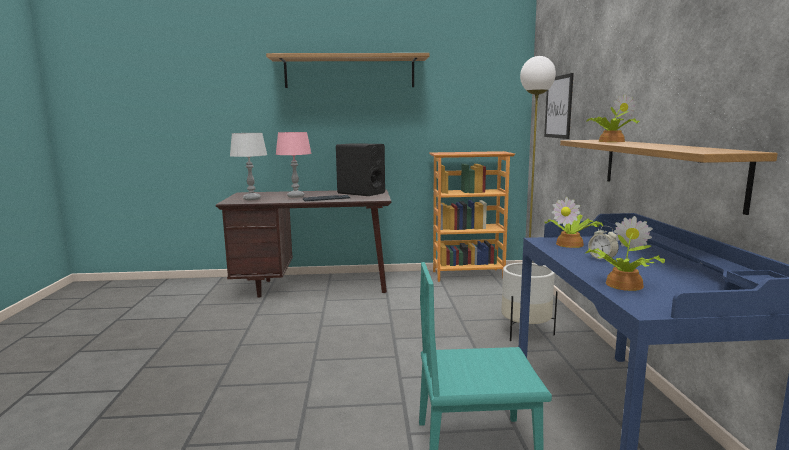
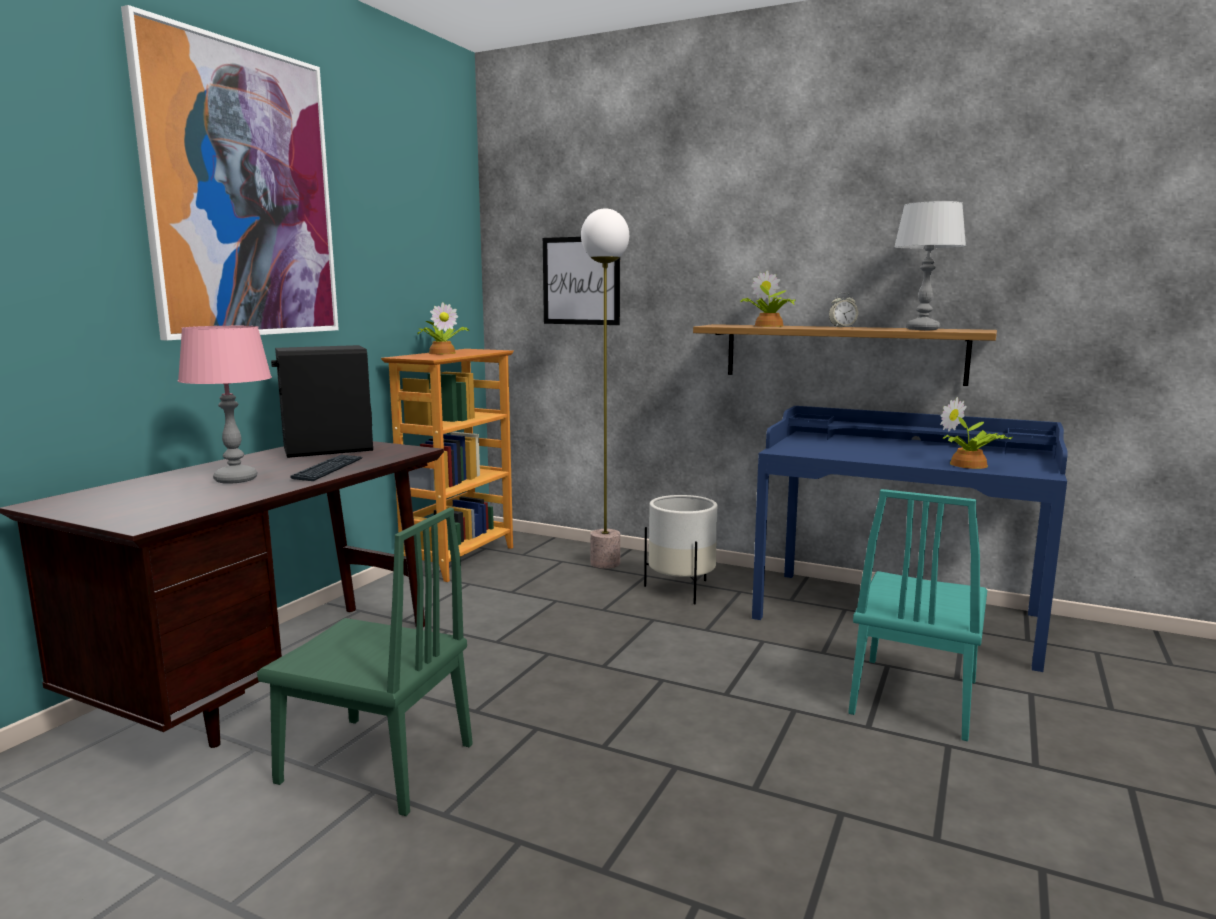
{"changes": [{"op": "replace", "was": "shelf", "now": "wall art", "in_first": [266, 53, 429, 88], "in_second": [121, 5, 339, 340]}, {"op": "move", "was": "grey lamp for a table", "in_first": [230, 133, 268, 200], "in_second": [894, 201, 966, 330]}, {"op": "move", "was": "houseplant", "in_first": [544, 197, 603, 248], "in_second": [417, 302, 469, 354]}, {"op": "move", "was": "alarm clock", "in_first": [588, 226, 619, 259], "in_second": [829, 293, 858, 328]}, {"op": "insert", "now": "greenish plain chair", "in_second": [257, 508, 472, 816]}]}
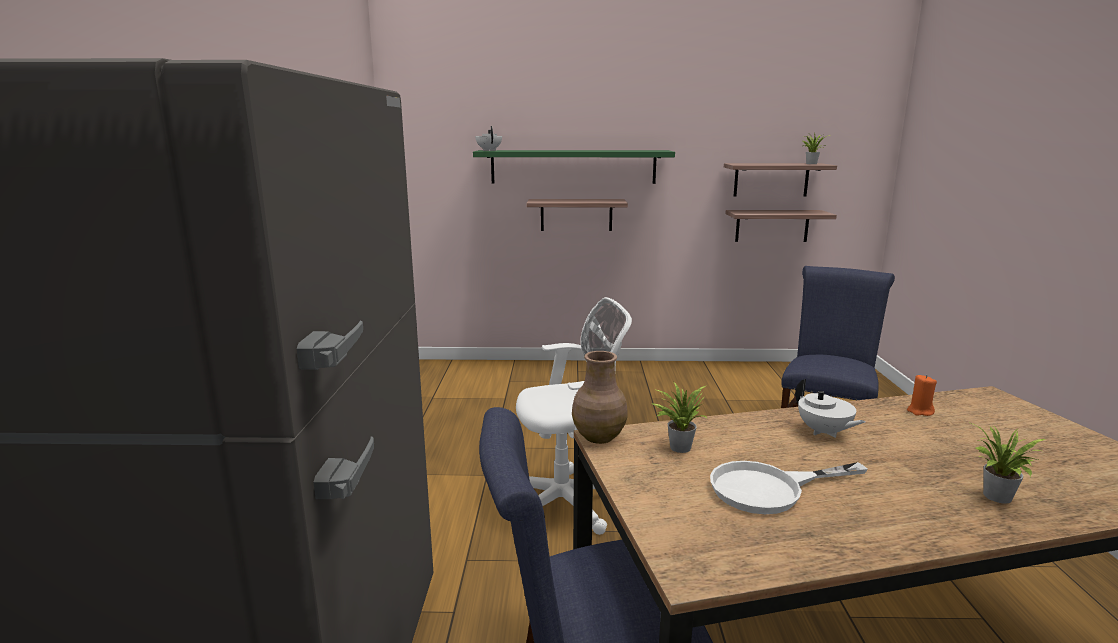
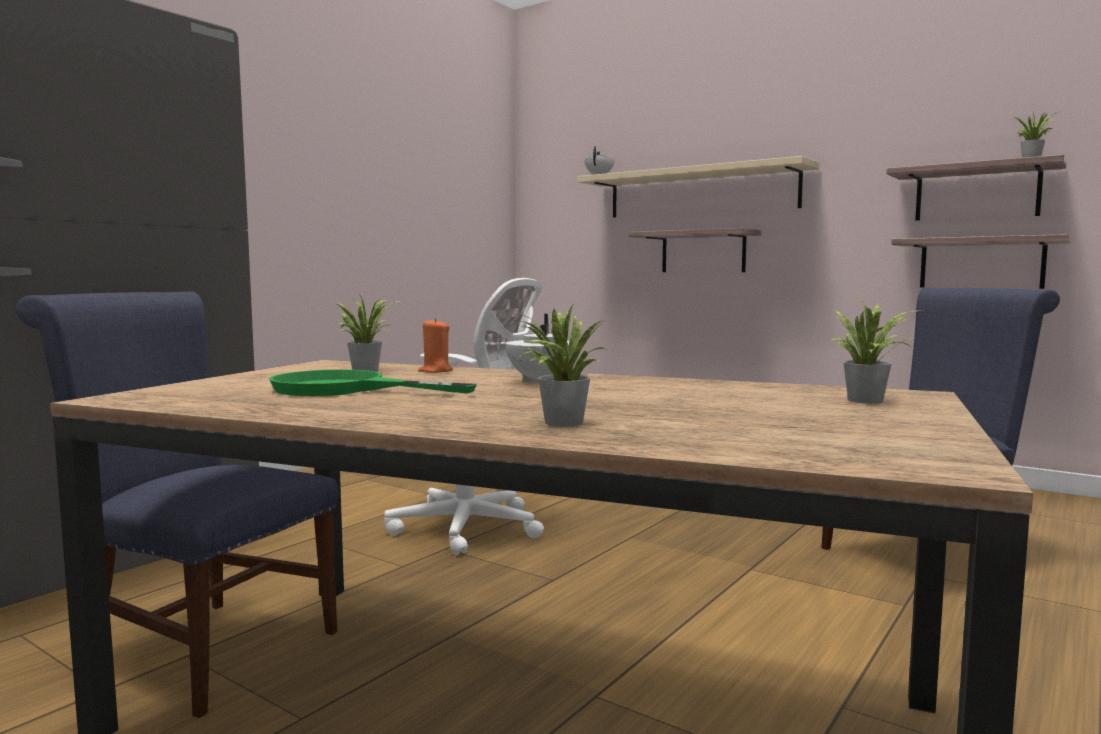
{"changes": [{"op": "recolor", "was": "greenish shelf", "now": "sand-coloured shelf", "in_first": [473, 150, 675, 184], "in_second": [577, 156, 820, 218]}, {"op": "delete", "was": "brownish vase", "in_first": [572, 351, 628, 444]}, {"op": "move", "was": "orange-coloured wax light", "in_first": [907, 375, 937, 416], "in_second": [418, 318, 453, 373]}, {"op": "recolor", "was": "white-coloured skillet", "now": "greenish skillet", "in_first": [710, 461, 868, 514], "in_second": [269, 369, 477, 396]}, {"op": "insert", "now": "houseplant", "in_second": [830, 300, 914, 404]}]}
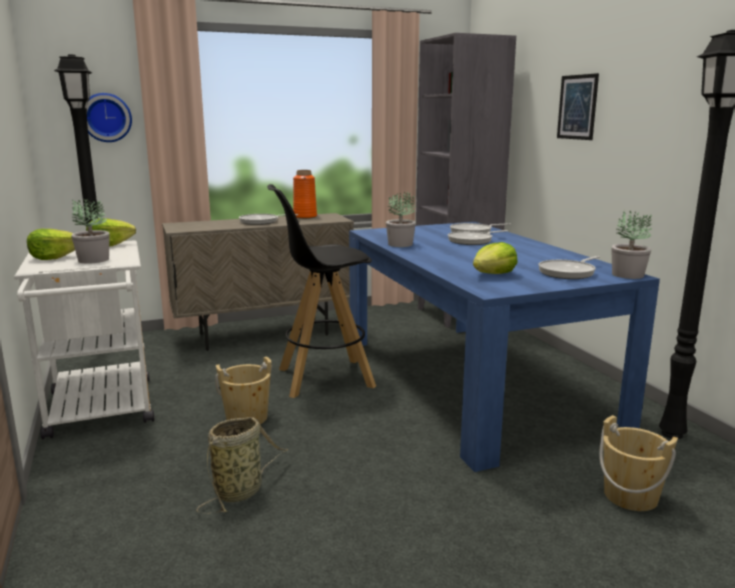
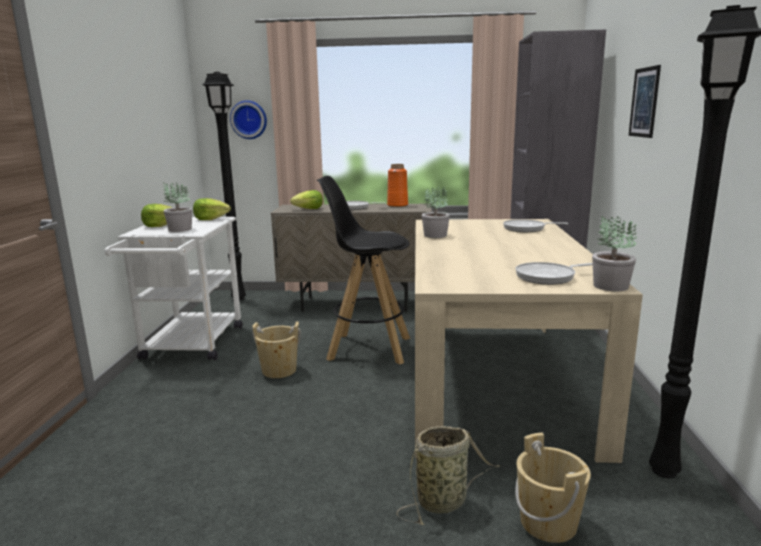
{"changes": [{"op": "recolor", "was": "bluish kitchen table", "now": "sand-coloured kitchen table", "in_first": [349, 222, 660, 472], "in_second": [415, 219, 643, 463]}, {"op": "delete", "was": "skillet", "in_first": [448, 230, 508, 245]}, {"op": "move", "was": "head of lettuce", "in_first": [473, 242, 517, 274], "in_second": [290, 190, 323, 209]}, {"op": "move", "was": "storage basket", "in_first": [196, 417, 289, 514], "in_second": [396, 426, 501, 525]}]}
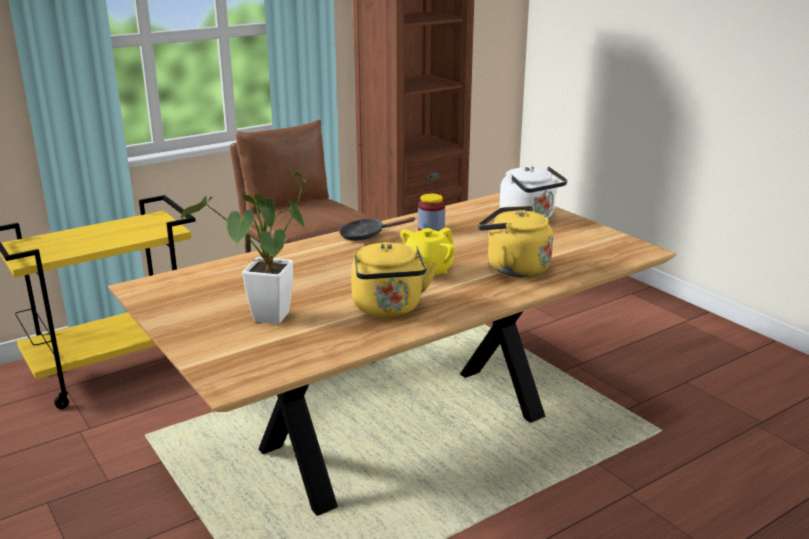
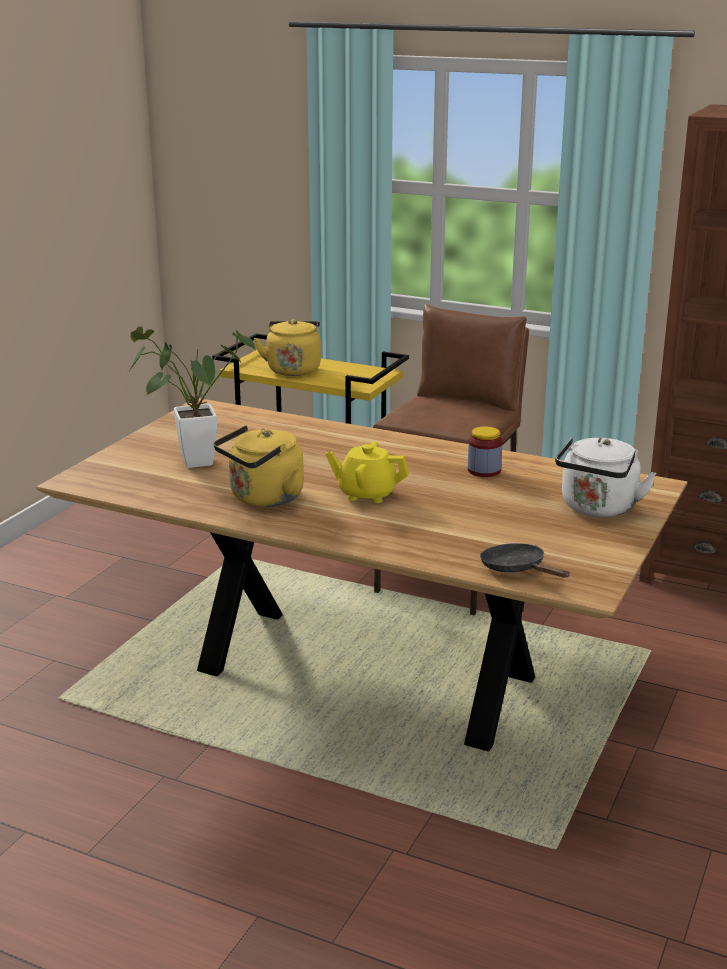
{"changes": [{"op": "move", "was": "yellow-coloured water kettle", "in_first": [478, 206, 553, 277], "in_second": [254, 319, 321, 376]}, {"op": "move", "was": "black-coloured skillet", "in_first": [339, 217, 416, 241], "in_second": [480, 543, 570, 578]}]}
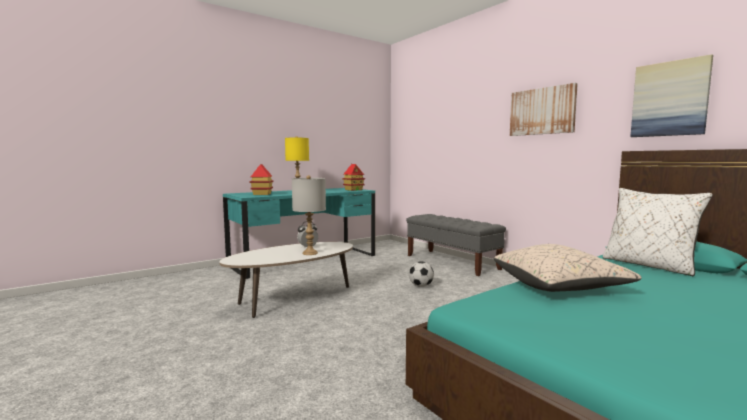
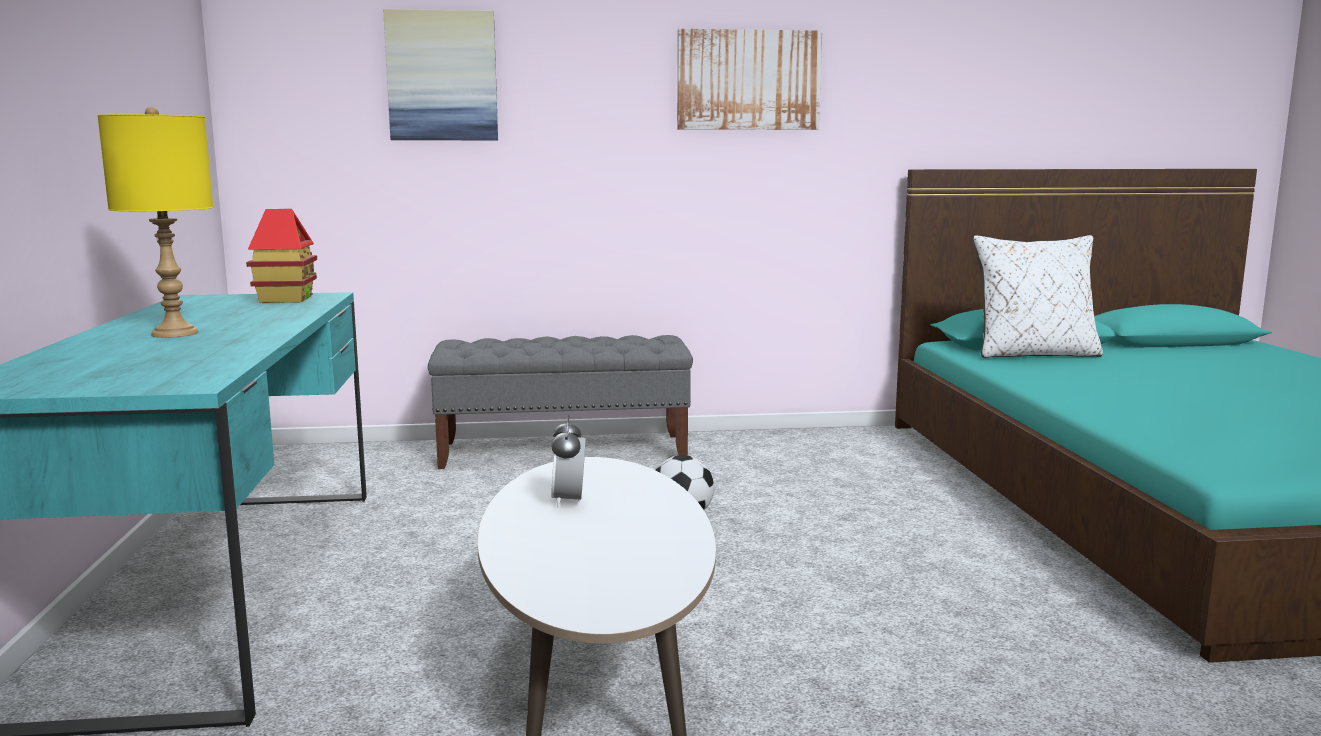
{"changes": [{"op": "move", "was": "wall art", "in_first": [630, 54, 713, 137], "in_second": [383, 9, 498, 140]}, {"op": "delete", "was": "toy house", "in_first": [249, 164, 274, 195]}, {"op": "delete", "was": "grey lamp for a table", "in_first": [292, 175, 326, 255]}, {"op": "delete", "was": "sand-coloured throw pillow", "in_first": [494, 244, 642, 292]}]}
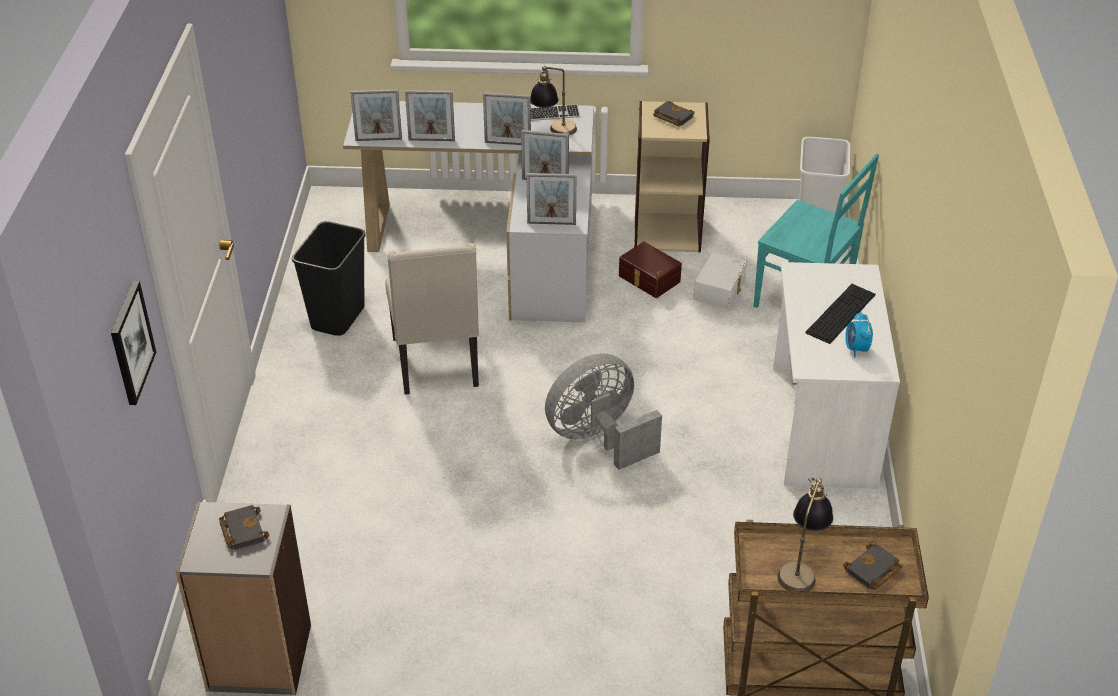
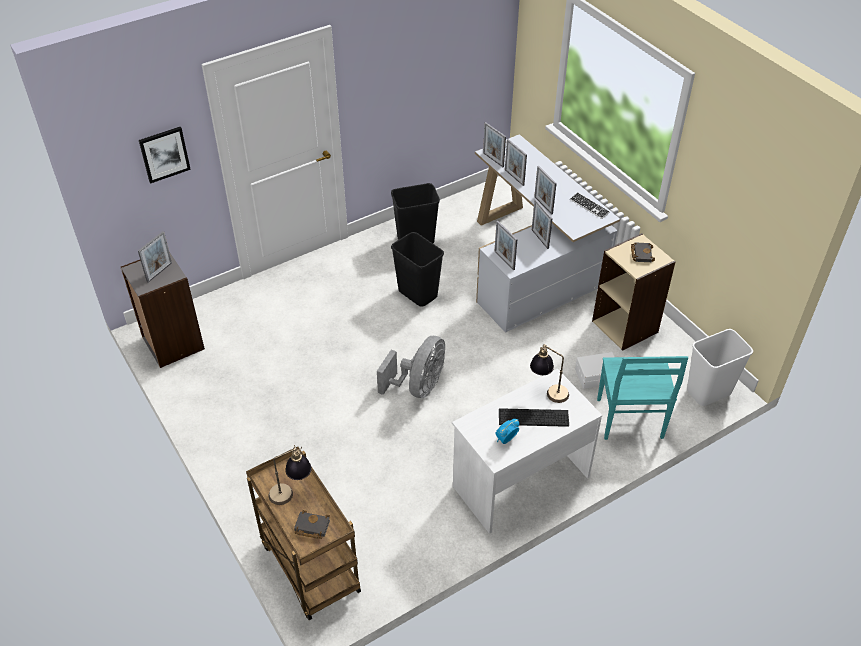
{"changes": [{"op": "move", "was": "lamp for a table", "in_first": [531, 66, 577, 135], "in_second": [530, 344, 569, 403]}, {"op": "delete", "was": "brownish storage box", "in_first": [619, 242, 682, 298]}, {"op": "replace", "was": "sand-coloured plain chair", "now": "black-coloured trash can", "in_first": [385, 243, 479, 395], "in_second": [391, 232, 444, 307]}, {"op": "rotate", "was": "grey cooling fan", "in_first": [545, 353, 662, 470], "in_second": [377, 336, 445, 398], "clockwise": 90}, {"op": "replace", "was": "black-coloured book", "now": "standing frame", "in_first": [219, 505, 269, 550], "in_second": [138, 231, 172, 283]}]}
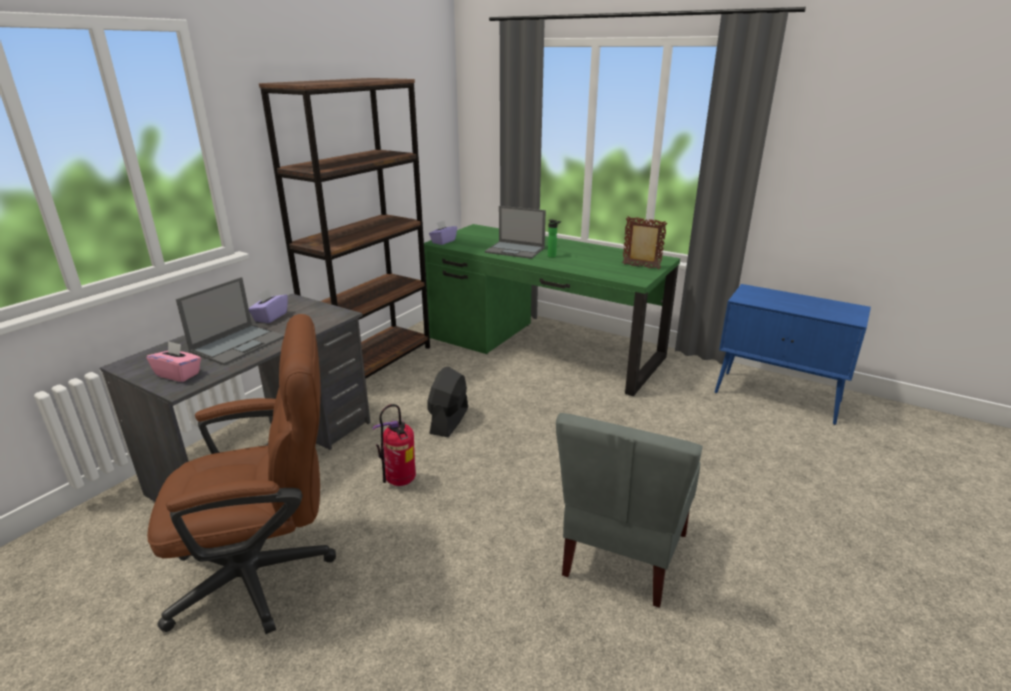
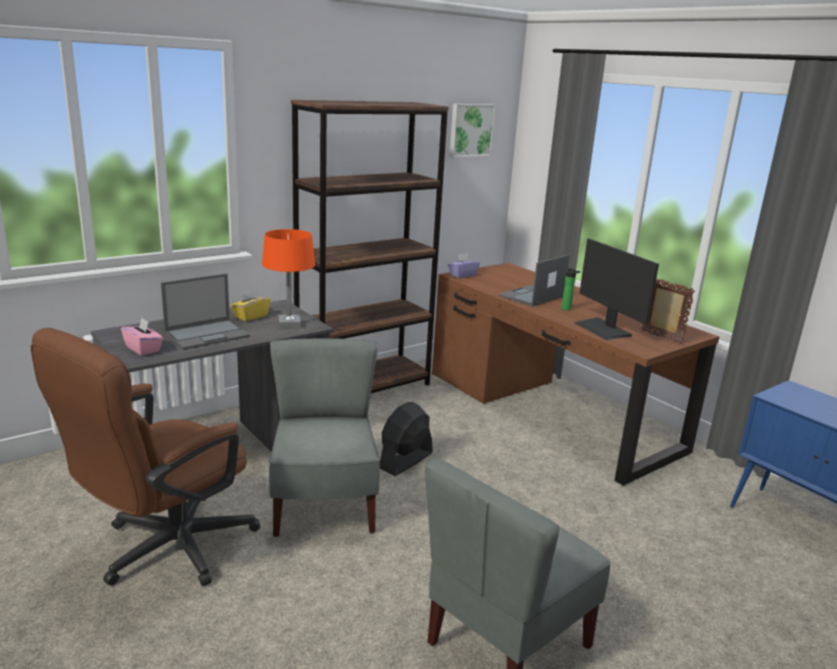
{"changes": [{"op": "rotate", "was": "notebook computer", "in_first": [485, 206, 546, 259], "in_second": [499, 254, 570, 307], "clockwise": 90}, {"op": "recolor", "was": "greenish desk unit", "now": "brownish desk unit", "in_first": [424, 224, 680, 396], "in_second": [432, 263, 719, 486]}, {"op": "recolor", "was": "purple-coloured tissue box", "now": "yellow-coloured tissue box", "in_first": [249, 288, 288, 323], "in_second": [231, 289, 271, 322]}, {"op": "rotate", "was": "brownish computer chair", "in_first": [147, 314, 336, 634], "in_second": [31, 328, 260, 586], "clockwise": 120}, {"op": "replace", "was": "fire extinguisher", "now": "grey plain chair", "in_first": [372, 404, 416, 486], "in_second": [269, 339, 380, 537]}, {"op": "insert", "now": "wall art", "in_second": [449, 104, 495, 158]}, {"op": "insert", "now": "orange-coloured lamp for a table", "in_second": [262, 229, 315, 329]}, {"op": "insert", "now": "computer display", "in_second": [573, 239, 659, 340]}]}
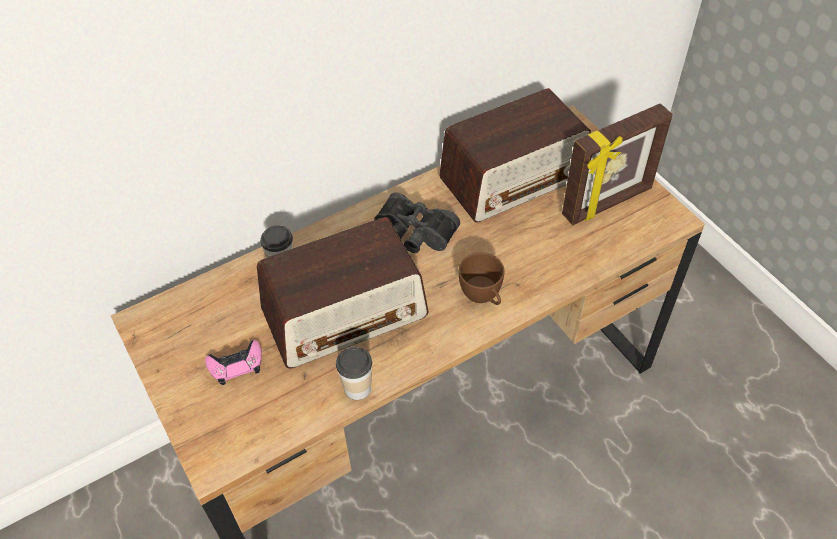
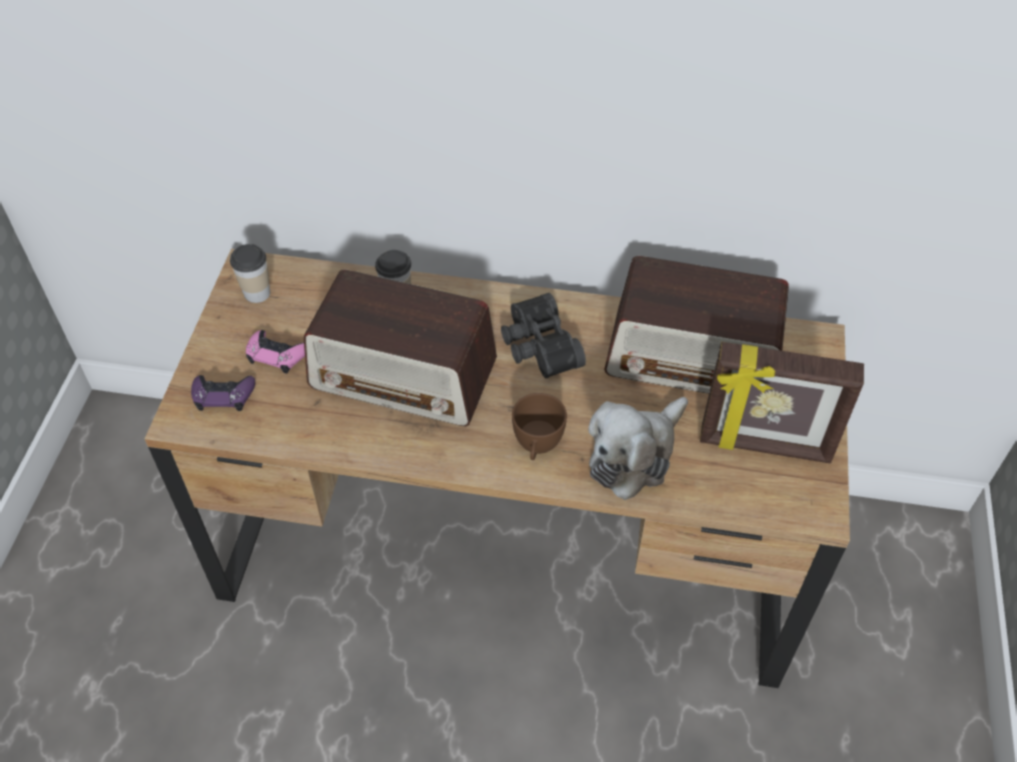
{"changes": [{"op": "move", "was": "cup", "in_first": [336, 347, 372, 400], "in_second": [230, 244, 270, 303]}, {"op": "insert", "now": "purple-coloured game controller", "in_second": [191, 375, 255, 411]}, {"op": "insert", "now": "plush toy", "in_second": [588, 397, 688, 500]}]}
